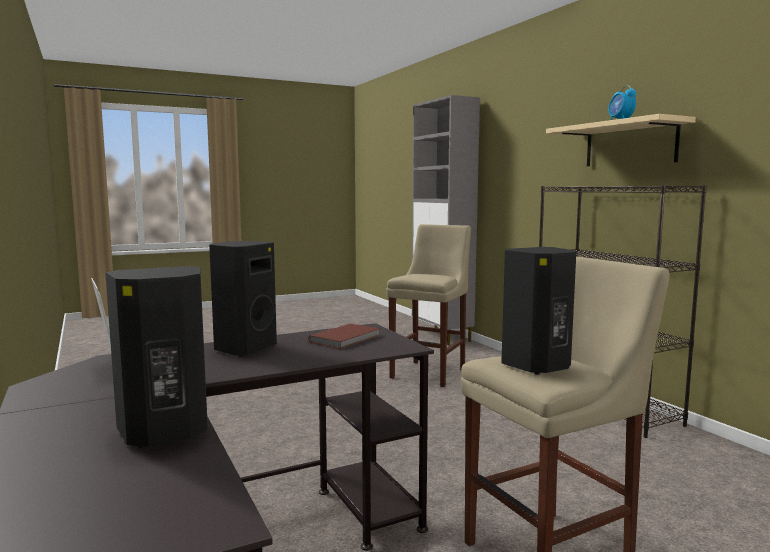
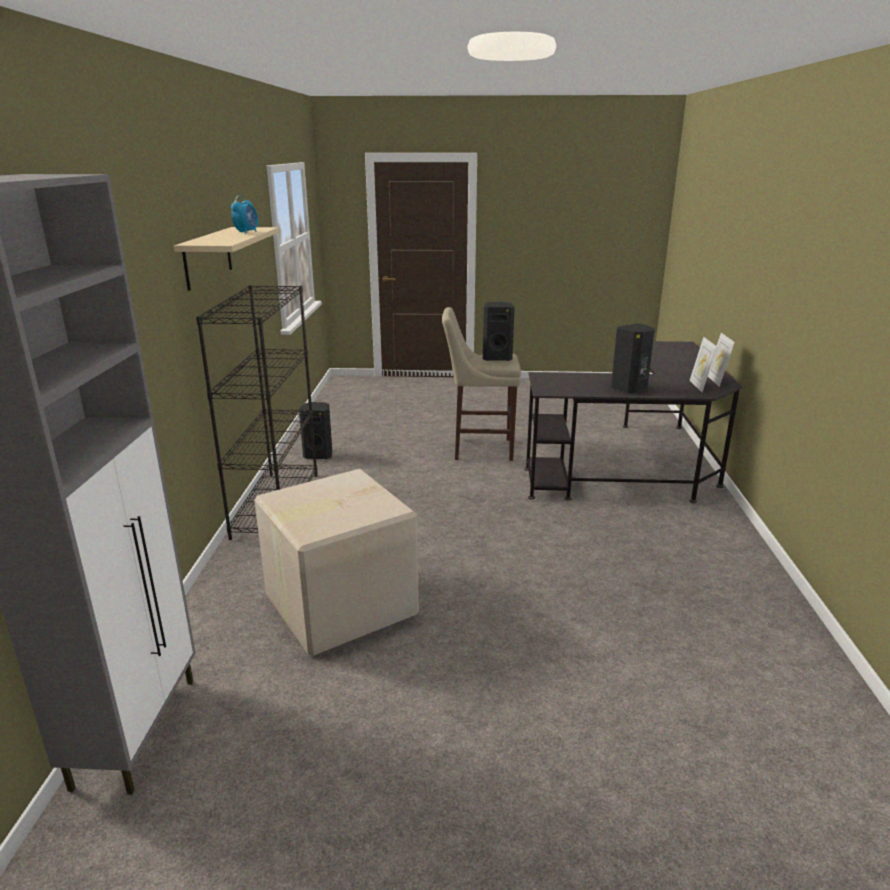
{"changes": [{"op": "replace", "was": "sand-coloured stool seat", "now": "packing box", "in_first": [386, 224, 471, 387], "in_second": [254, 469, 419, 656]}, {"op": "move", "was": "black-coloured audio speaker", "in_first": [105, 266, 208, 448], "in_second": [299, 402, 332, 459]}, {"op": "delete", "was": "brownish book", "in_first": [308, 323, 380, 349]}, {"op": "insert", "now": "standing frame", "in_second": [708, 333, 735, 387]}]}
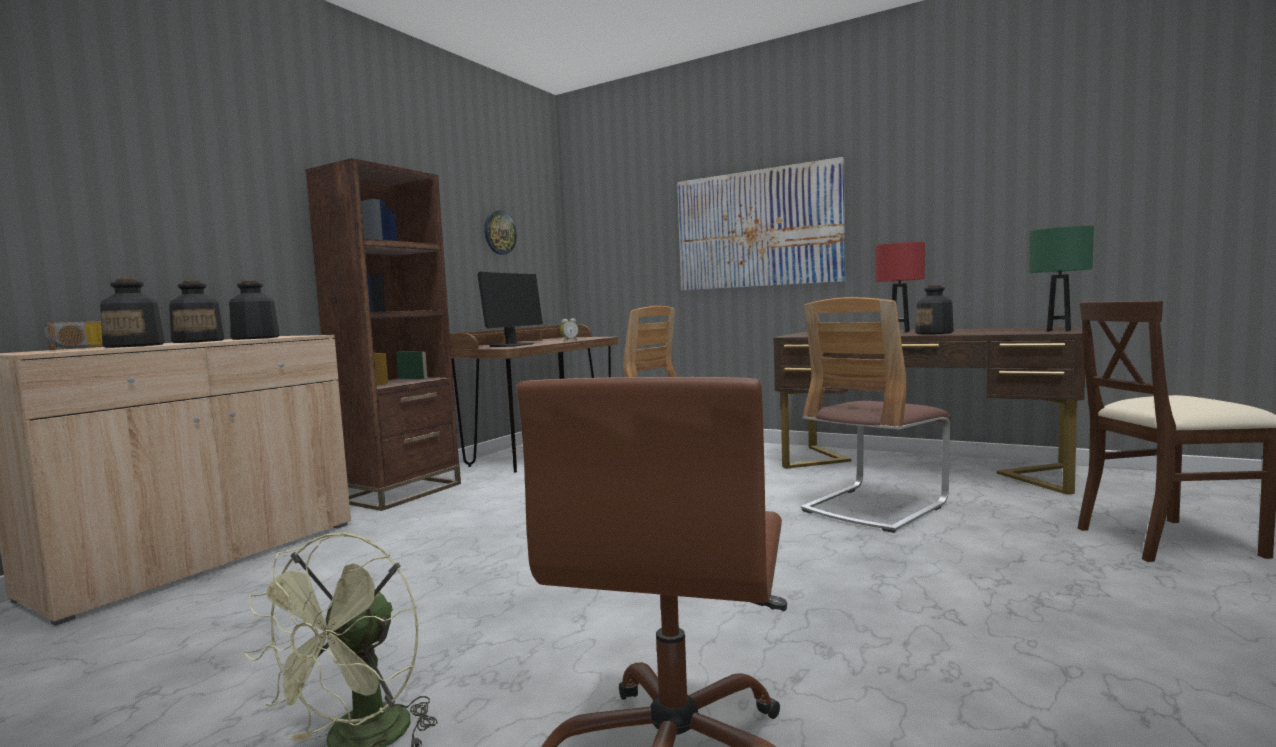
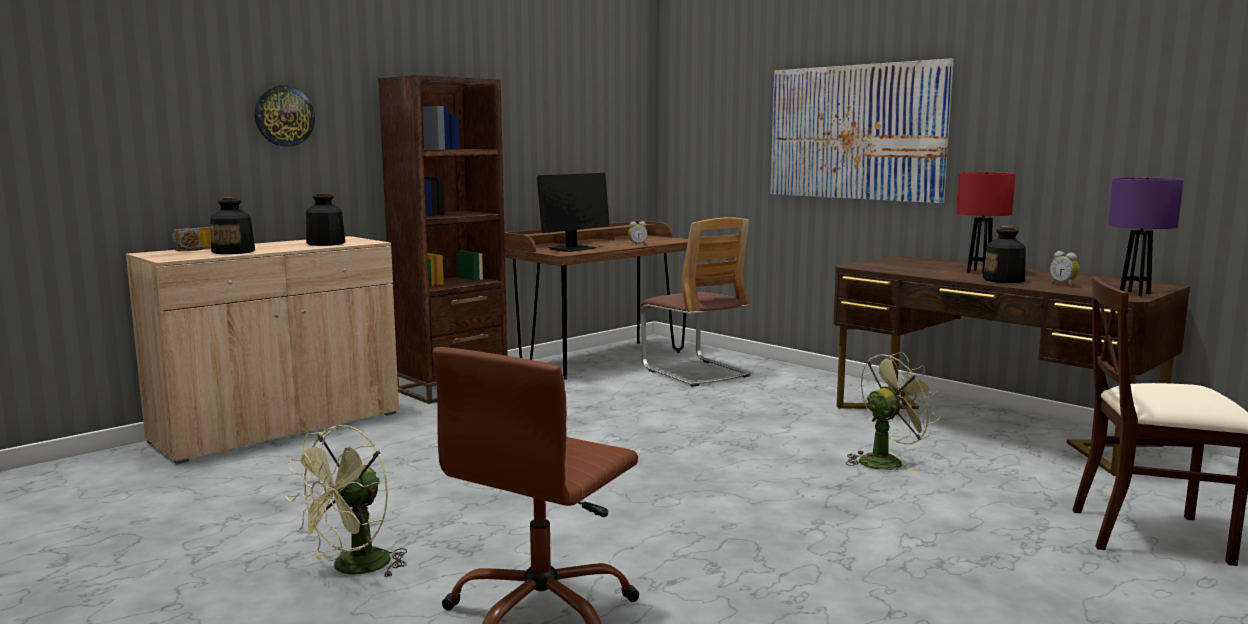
{"changes": [{"op": "move", "was": "clock on the wall", "in_first": [484, 211, 517, 255], "in_second": [255, 85, 315, 147]}, {"op": "recolor", "was": "greenish lamp for a table", "now": "purple-coloured lamp for a table", "in_first": [1029, 226, 1094, 332], "in_second": [1108, 177, 1184, 296]}, {"op": "delete", "was": "drink bottle", "in_first": [169, 280, 224, 343]}, {"op": "replace", "was": "plain chair", "now": "greenish cooling fan", "in_first": [801, 297, 951, 533], "in_second": [846, 351, 940, 472]}, {"op": "insert", "now": "alarm clock", "in_second": [1050, 251, 1079, 286]}]}
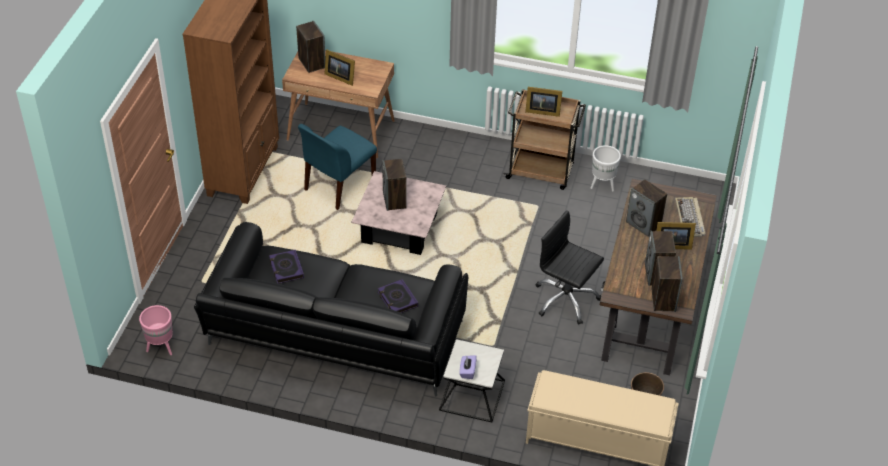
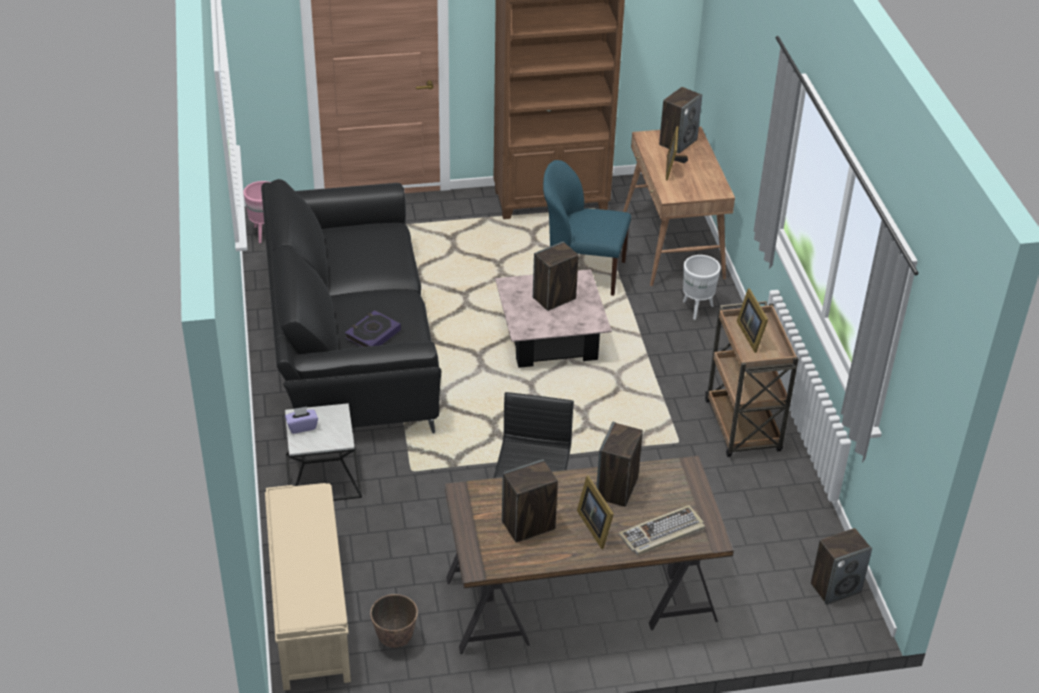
{"changes": [{"op": "move", "was": "white-coloured plant pot", "in_first": [590, 145, 621, 191], "in_second": [683, 255, 721, 320]}, {"op": "delete", "was": "book", "in_first": [269, 250, 304, 284]}, {"op": "move", "was": "audio speaker", "in_first": [651, 256, 683, 312], "in_second": [811, 528, 872, 605]}]}
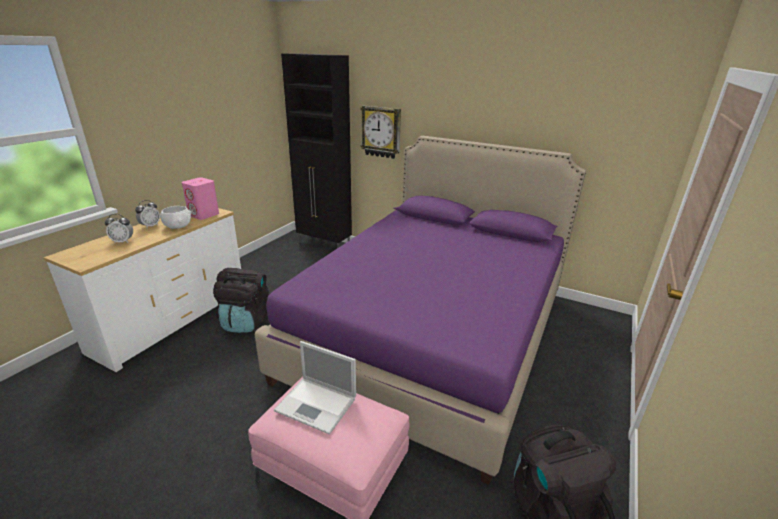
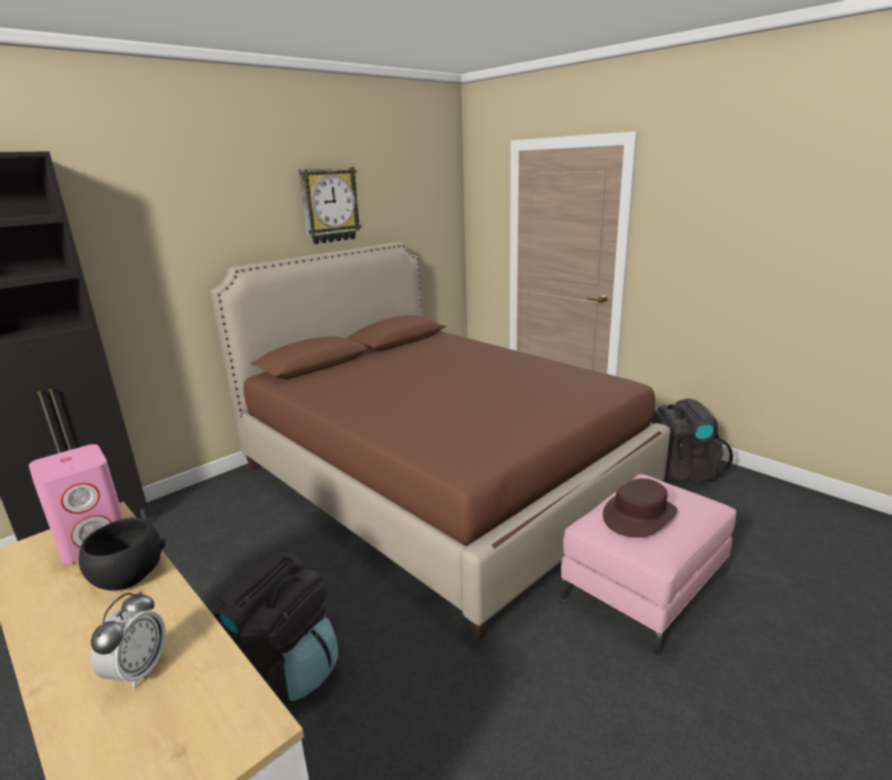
{"changes": [{"op": "move", "was": "clock on the wall", "in_first": [361, 106, 401, 159], "in_second": [299, 167, 362, 244]}, {"op": "recolor", "was": "purple-coloured bed", "now": "brownish bed", "in_first": [255, 136, 586, 485], "in_second": [210, 242, 670, 640]}, {"op": "delete", "was": "alarm clock", "in_first": [135, 200, 160, 228]}, {"op": "recolor", "was": "white-coloured serving bowl", "now": "black-coloured serving bowl", "in_first": [160, 206, 192, 229], "in_second": [79, 517, 166, 591]}, {"op": "replace", "was": "notebook computer", "now": "brownish hat", "in_first": [274, 341, 356, 435], "in_second": [603, 478, 678, 538]}]}
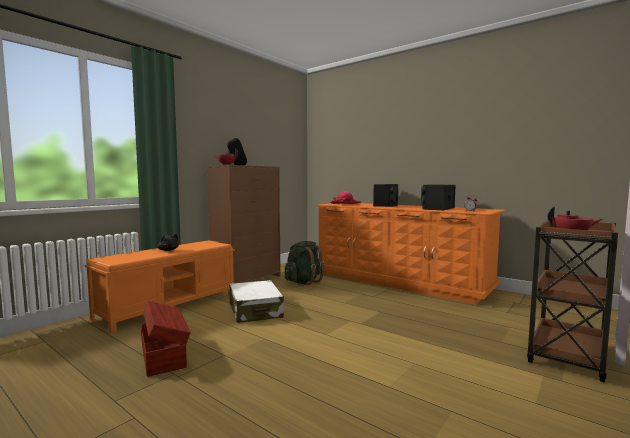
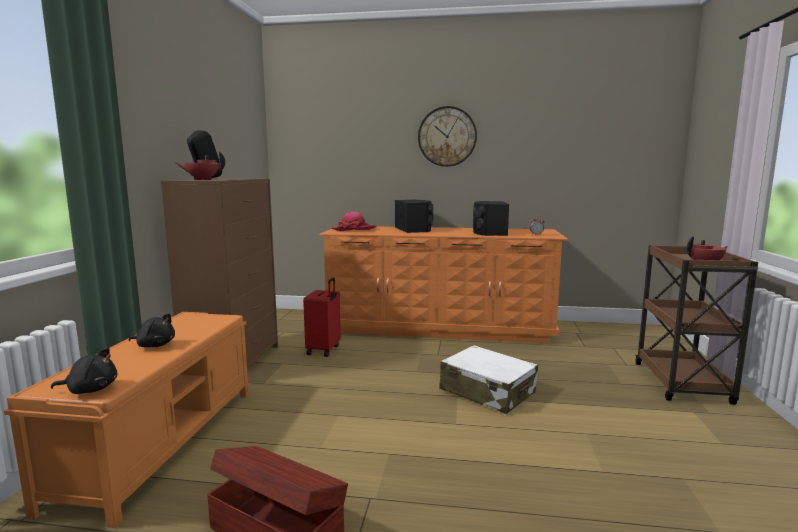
{"changes": [{"op": "replace", "was": "greenish knapsack", "now": "red suitcase", "in_first": [285, 241, 325, 285], "in_second": [303, 277, 341, 357]}, {"op": "move", "was": "white-coloured suitcase", "in_first": [229, 280, 284, 323], "in_second": [439, 345, 538, 414]}, {"op": "insert", "now": "clock on the wall", "in_second": [418, 106, 477, 167]}, {"op": "insert", "now": "black-coloured plush toy", "in_second": [51, 348, 117, 394]}]}
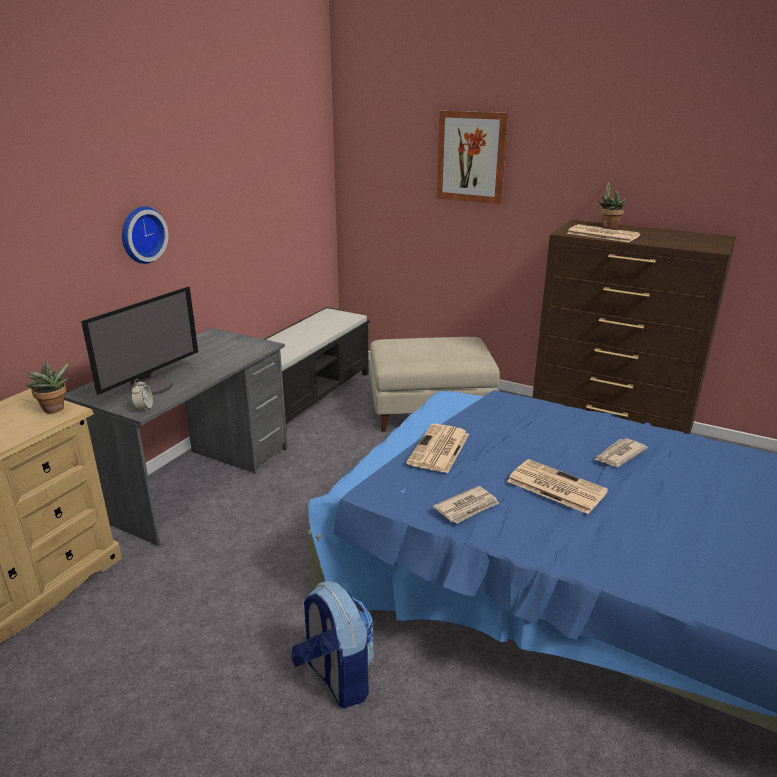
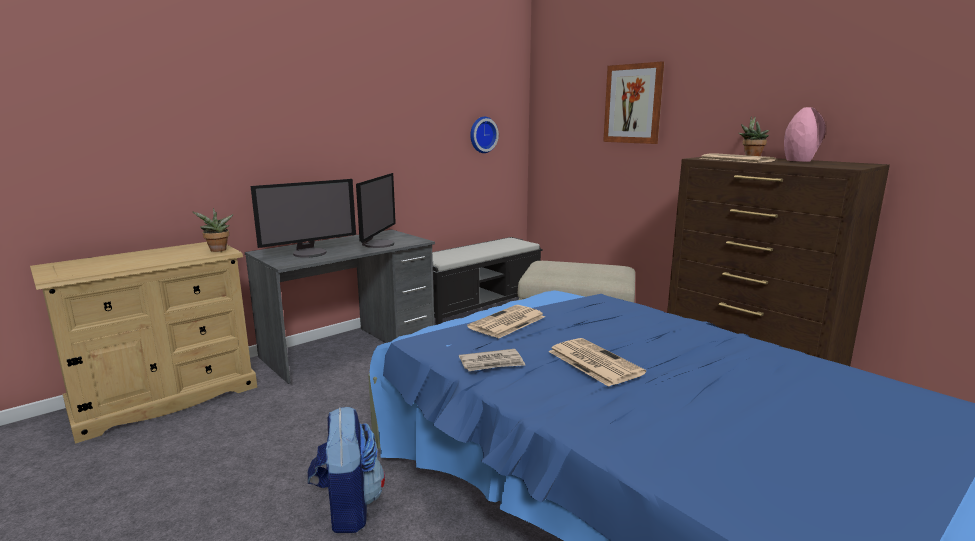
{"changes": [{"op": "move", "was": "clock on the wall", "in_first": [122, 206, 168, 264], "in_second": [470, 117, 499, 153]}, {"op": "delete", "was": "alarm clock", "in_first": [131, 379, 153, 412]}, {"op": "delete", "was": "printed paper", "in_first": [594, 438, 648, 467]}, {"op": "insert", "now": "pinkish vase", "in_second": [784, 107, 826, 162]}, {"op": "insert", "now": "computer display", "in_second": [356, 173, 396, 248]}]}
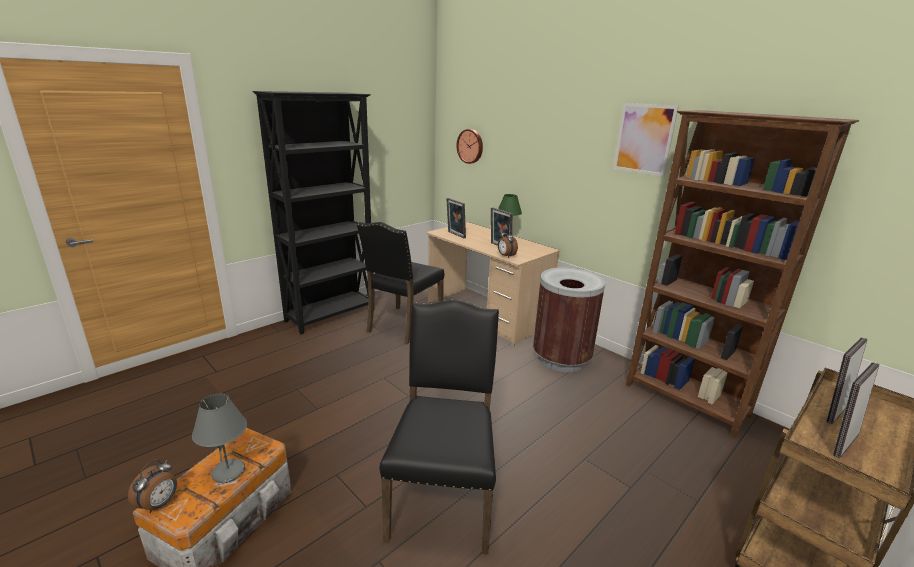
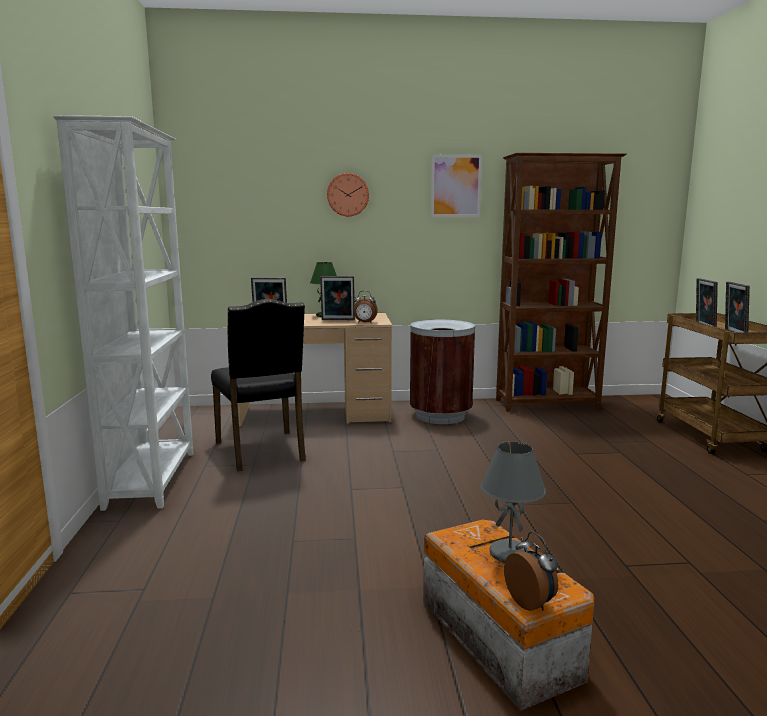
{"changes": [{"op": "recolor", "was": "black-coloured shelving unit", "now": "white-coloured shelving unit", "in_first": [252, 91, 371, 334], "in_second": [53, 115, 194, 511]}, {"op": "move", "was": "clock on the wall", "in_first": [456, 129, 483, 164], "in_second": [327, 173, 369, 216]}, {"op": "delete", "was": "black-coloured plain chair", "in_first": [380, 299, 499, 555]}]}
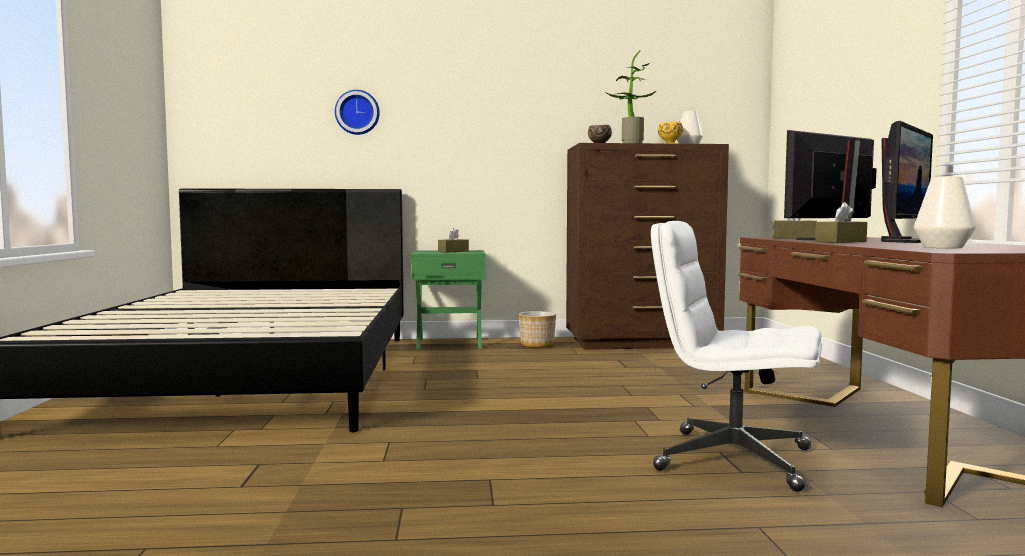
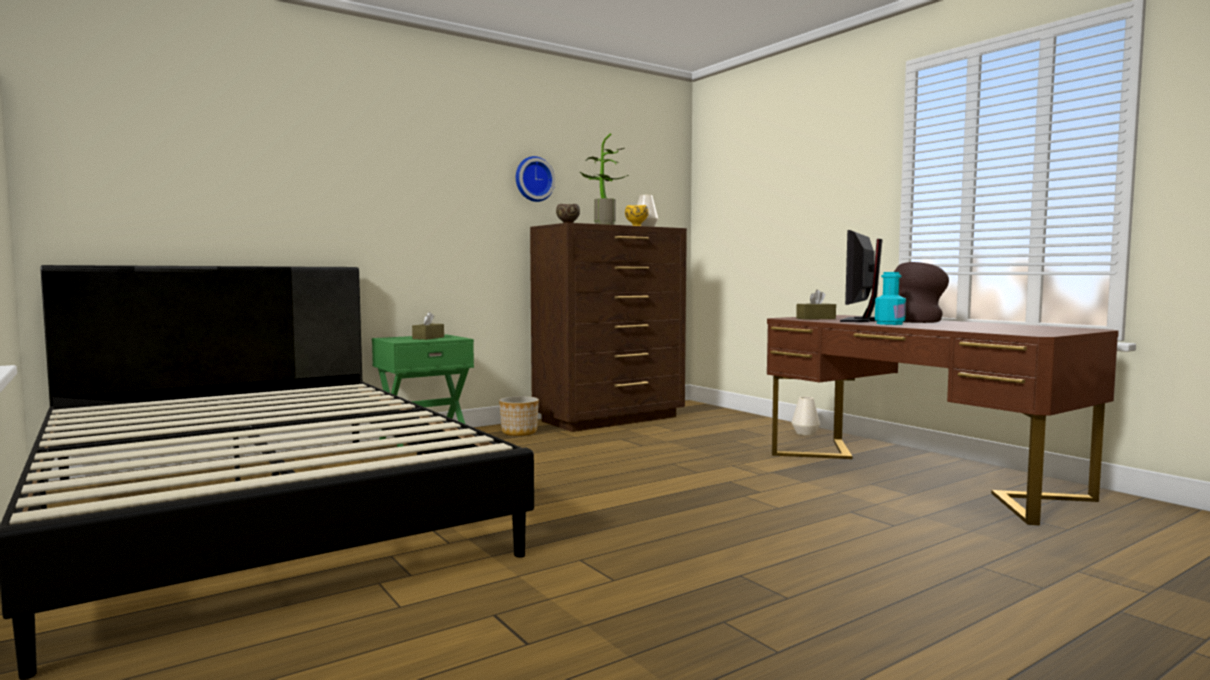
{"changes": [{"op": "move", "was": "clock on the wall", "in_first": [335, 90, 380, 135], "in_second": [516, 156, 555, 202]}, {"op": "replace", "was": "computer display", "now": "brownish vase", "in_first": [881, 121, 933, 243], "in_second": [894, 262, 949, 323]}, {"op": "move", "was": "white-coloured vase", "in_first": [914, 177, 976, 248], "in_second": [791, 397, 820, 436]}, {"op": "replace", "was": "brownish tissue box", "now": "blue-green drink bottle", "in_first": [815, 202, 867, 243], "in_second": [875, 272, 906, 325]}, {"op": "delete", "was": "white-coloured computer chair", "in_first": [651, 221, 822, 492]}]}
